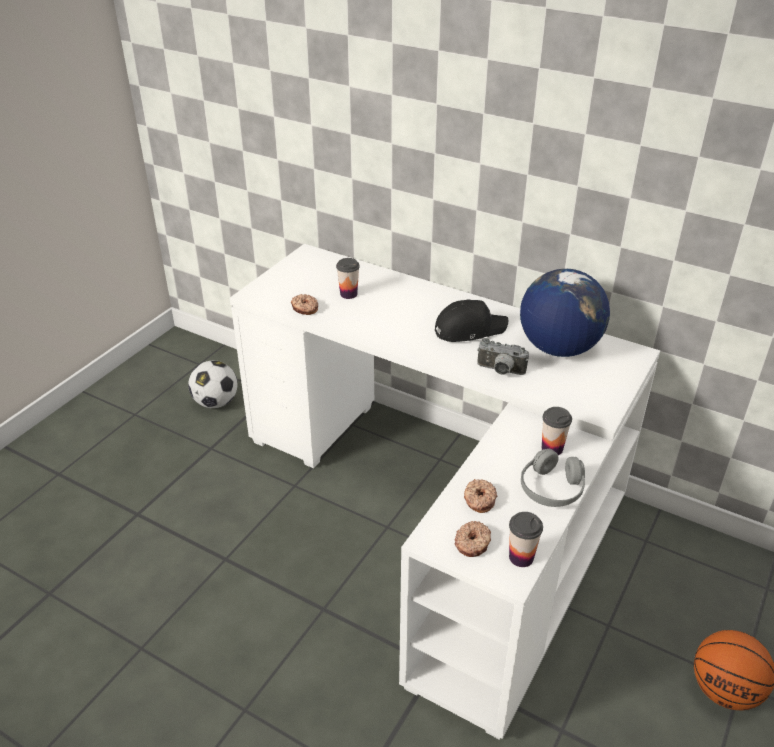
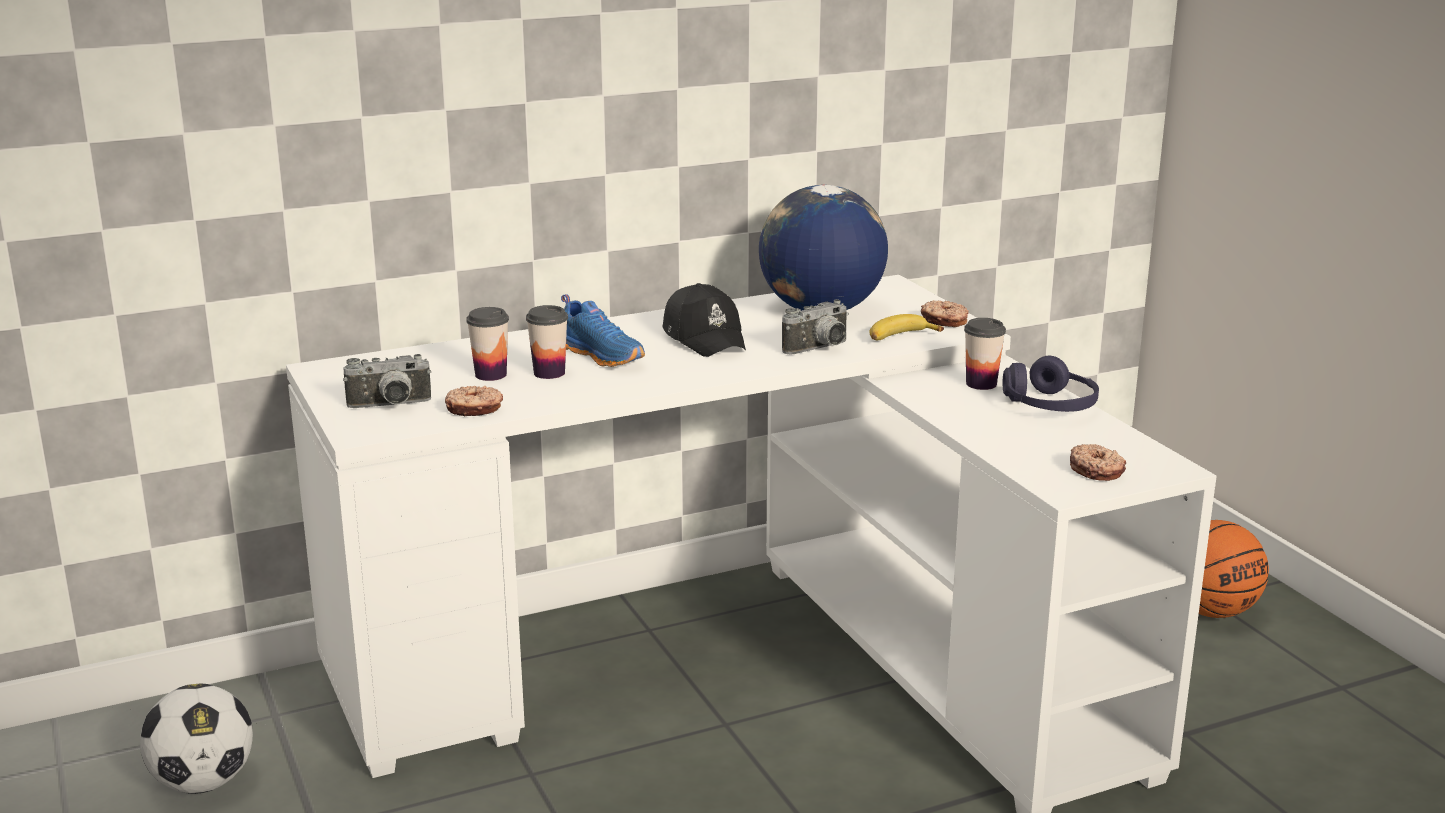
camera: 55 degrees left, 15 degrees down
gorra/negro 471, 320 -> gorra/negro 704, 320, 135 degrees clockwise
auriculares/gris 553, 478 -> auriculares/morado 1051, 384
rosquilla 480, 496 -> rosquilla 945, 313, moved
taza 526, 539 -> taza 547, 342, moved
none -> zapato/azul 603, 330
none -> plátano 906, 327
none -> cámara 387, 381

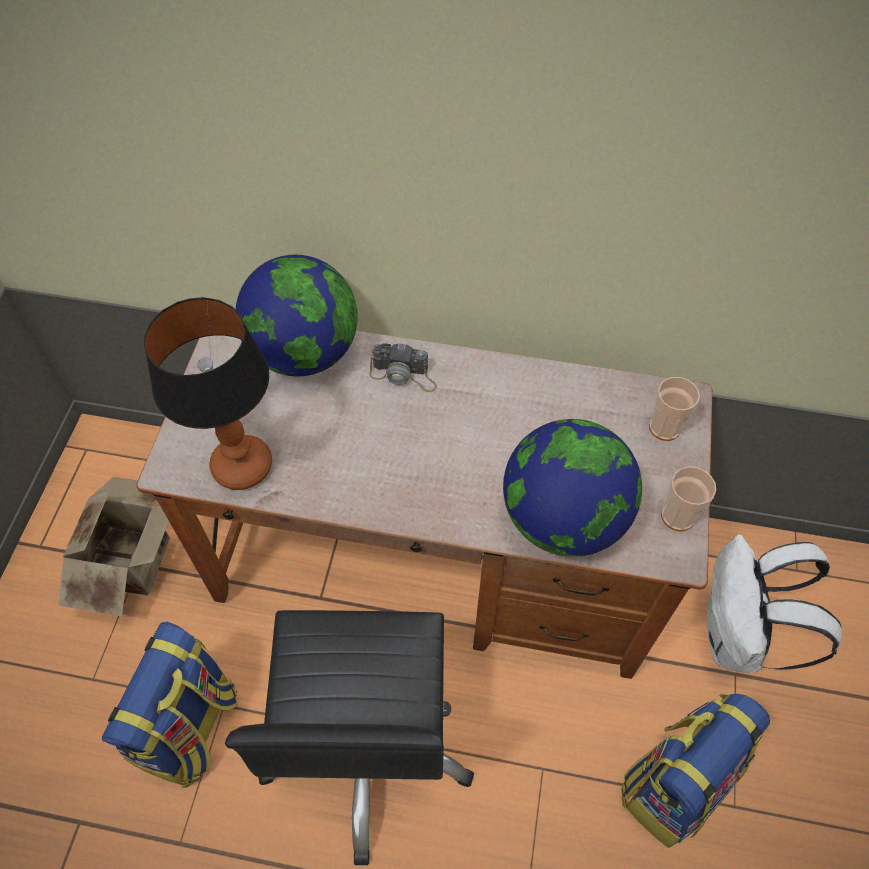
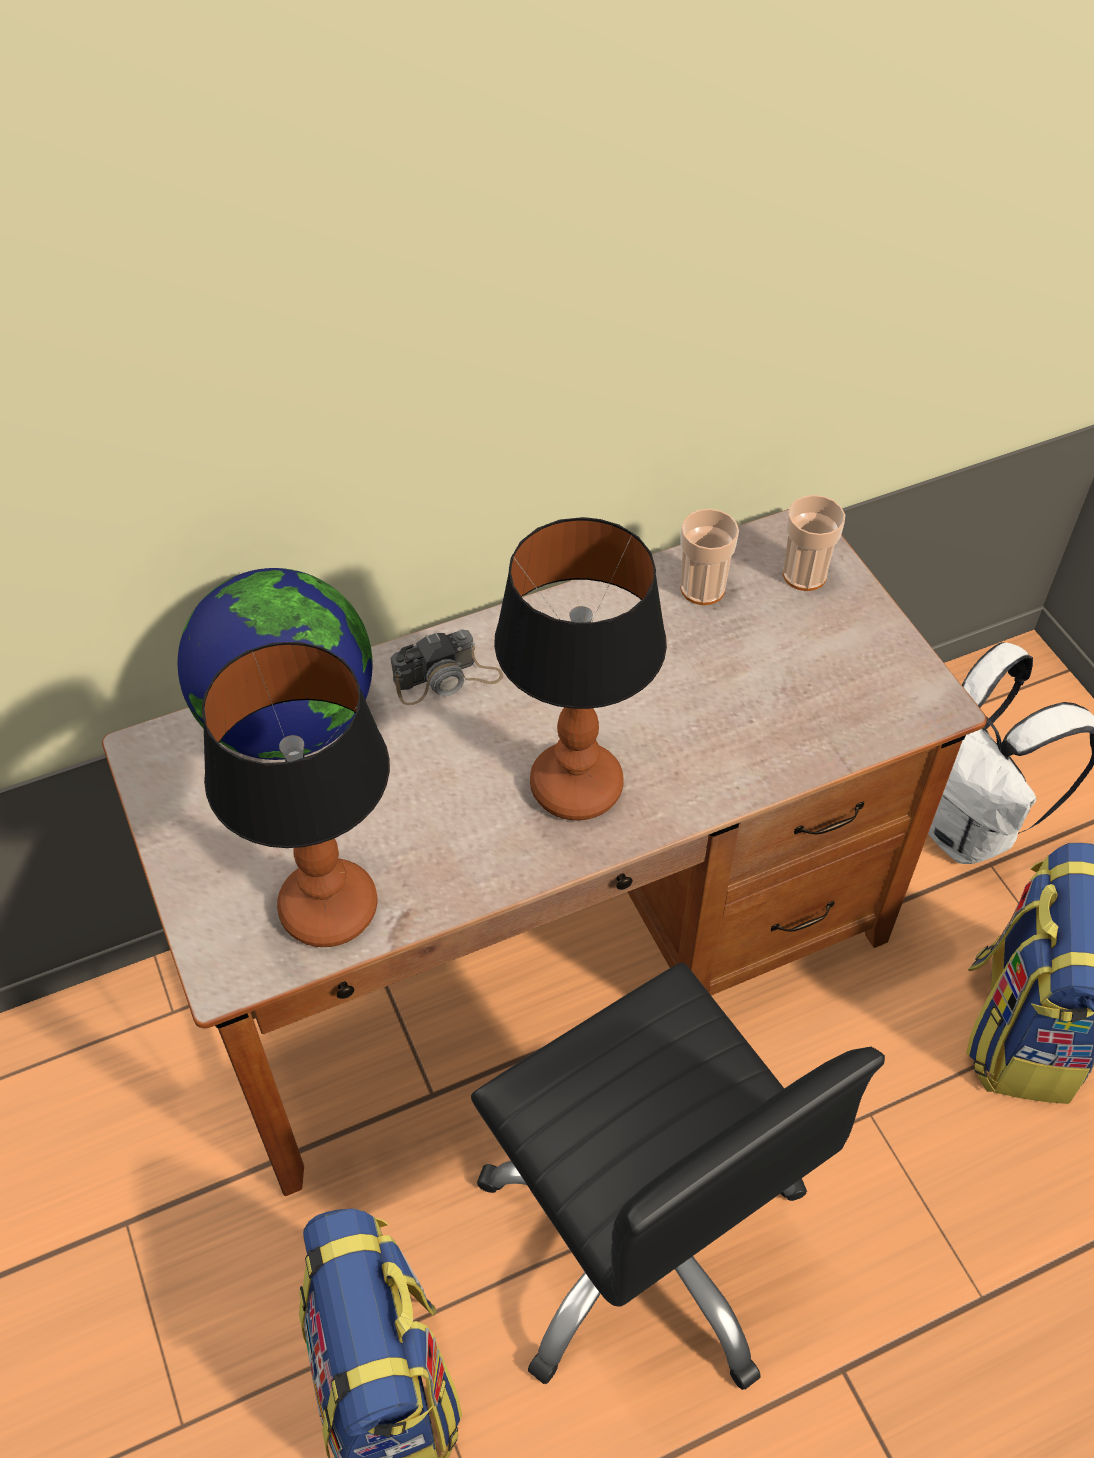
camera: 35 degrees left, 5 degrees down
globo terráqueo 572, 488 -> none
taza 688, 498 -> taza 709, 557, moved
caja de cartón 114, 546 -> none
none -> lámpara de mesa 580, 668

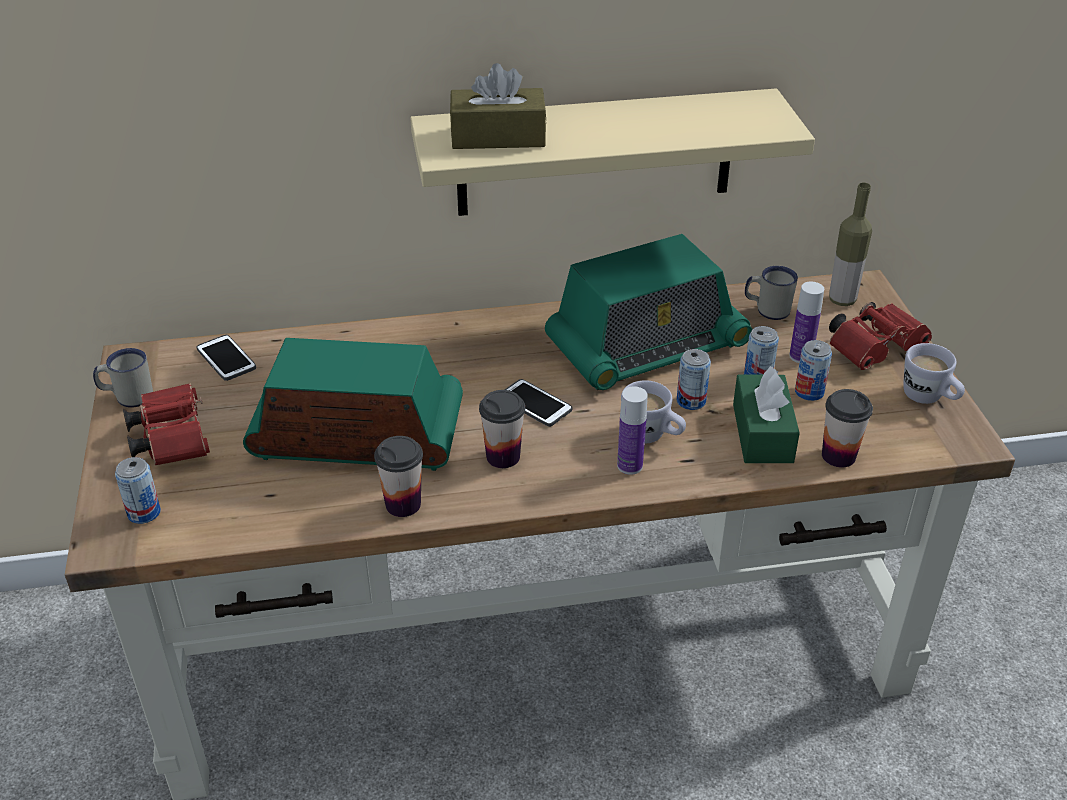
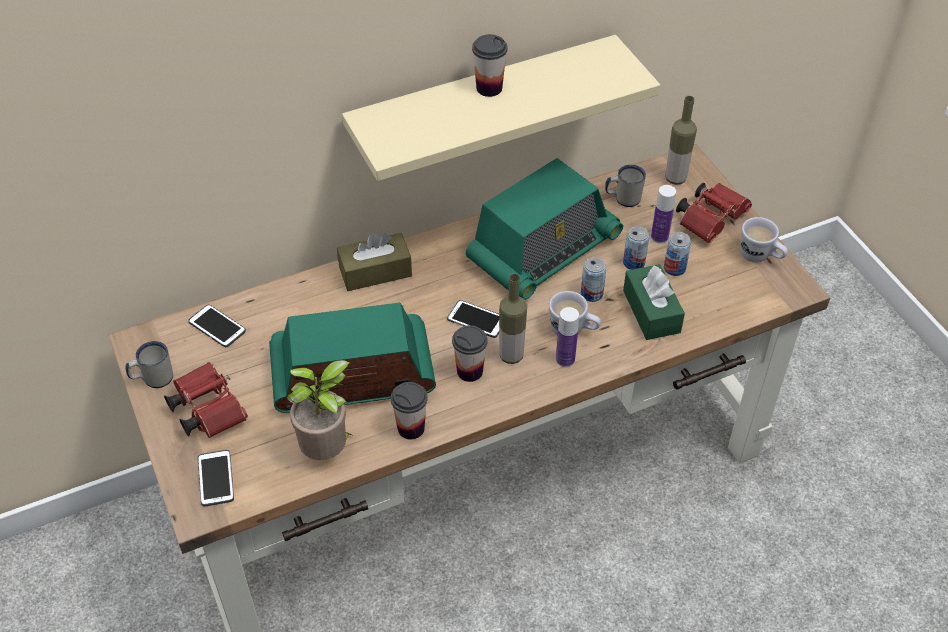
camera: 15 degrees left, 10 degrees up
caja de pañuelos/marrón 498, 106 -> caja de pañuelos/marrón 374, 262, moved
taza 847, 428 -> taza 490, 65, moved
lata 138, 490 -> móvil 216, 478
none -> botella 513, 319
none -> planta en maceta 320, 410

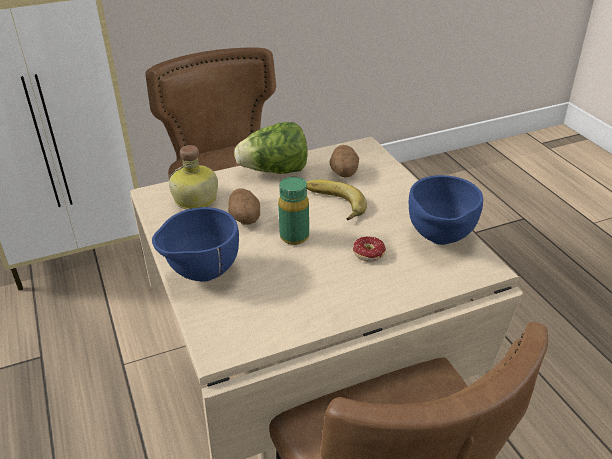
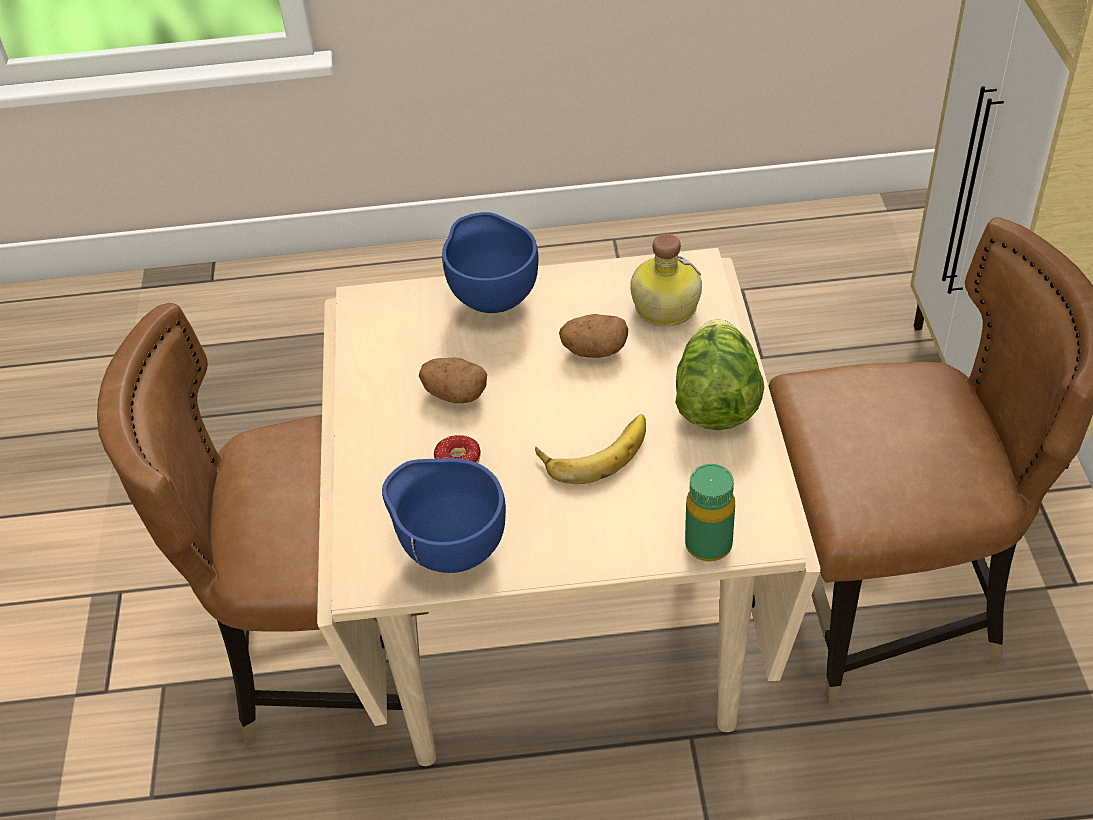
camera: 110 degrees right, 10 degrees up
patata 344, 161 -> patata 453, 380, moved
botella/verde 293, 211 -> botella/verde 710, 512, moved

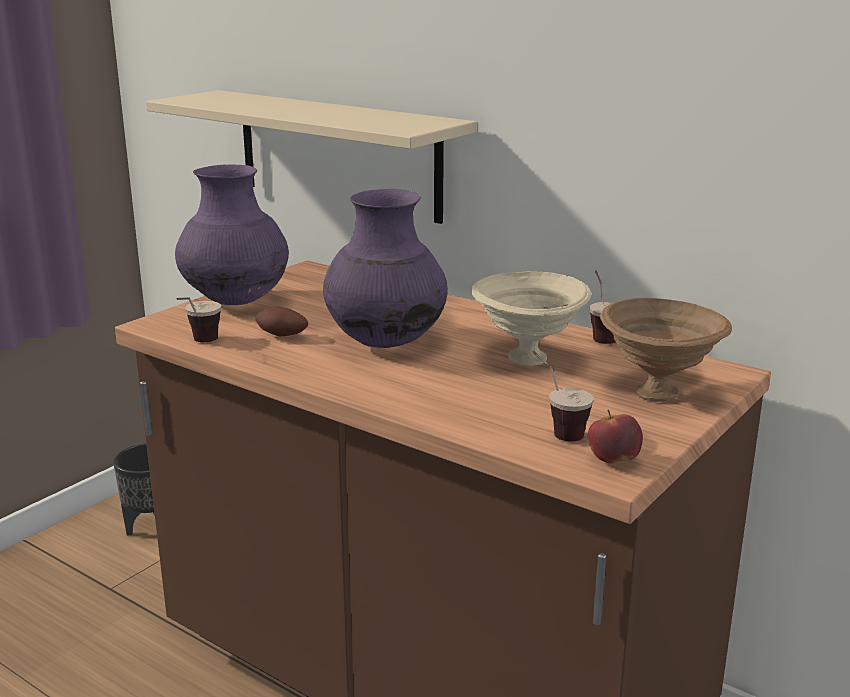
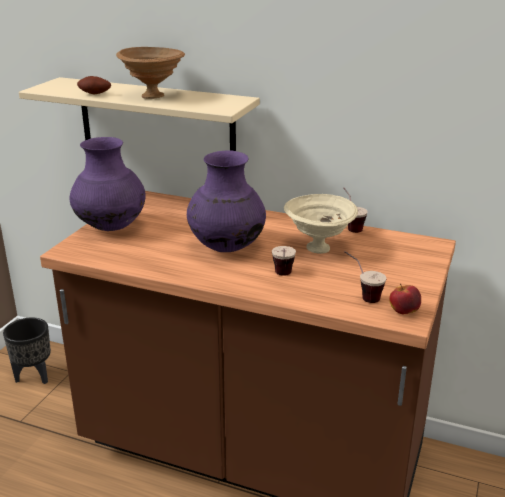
camera: 15 degrees left, 5 degrees up
taza 198, 319 -> taza 284, 261, moved
cuenco/marrón 666, 350 -> cuenco/marrón 150, 73, moved
patata 281, 321 -> patata 94, 85, moved

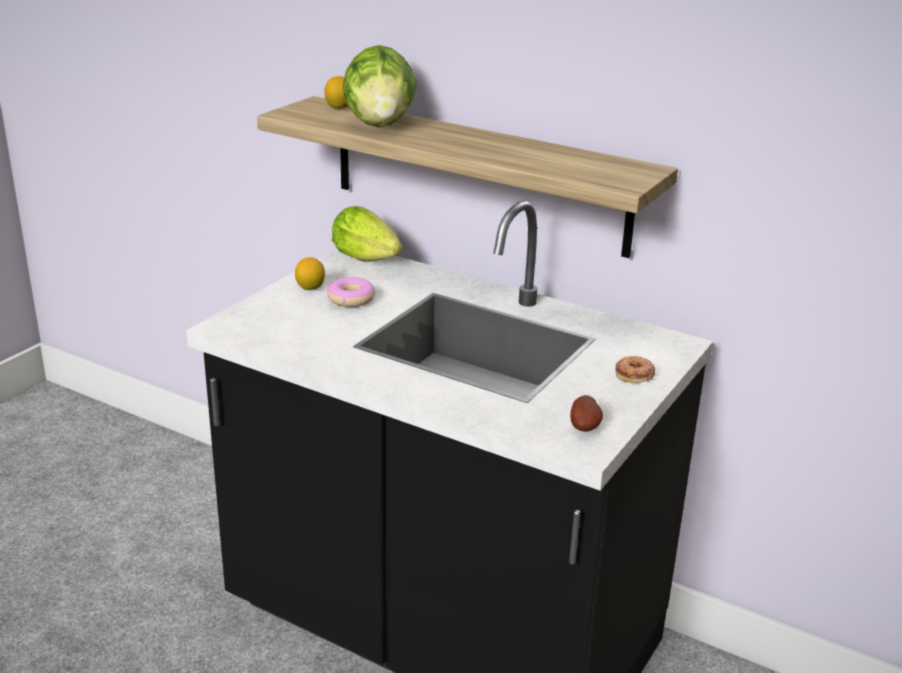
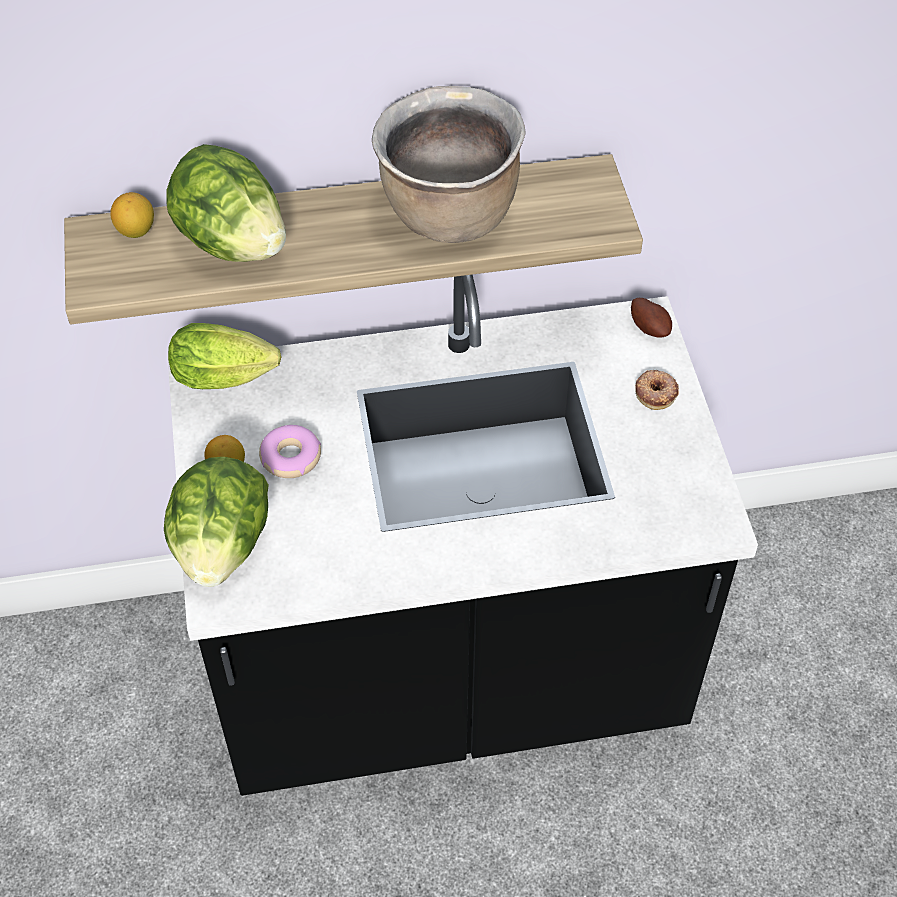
camera: 40 degrees left, 25 degrees up
patata 586, 413 -> patata 651, 318, moved
none -> olla/marrón 449, 164
none -> lechuga 216, 522

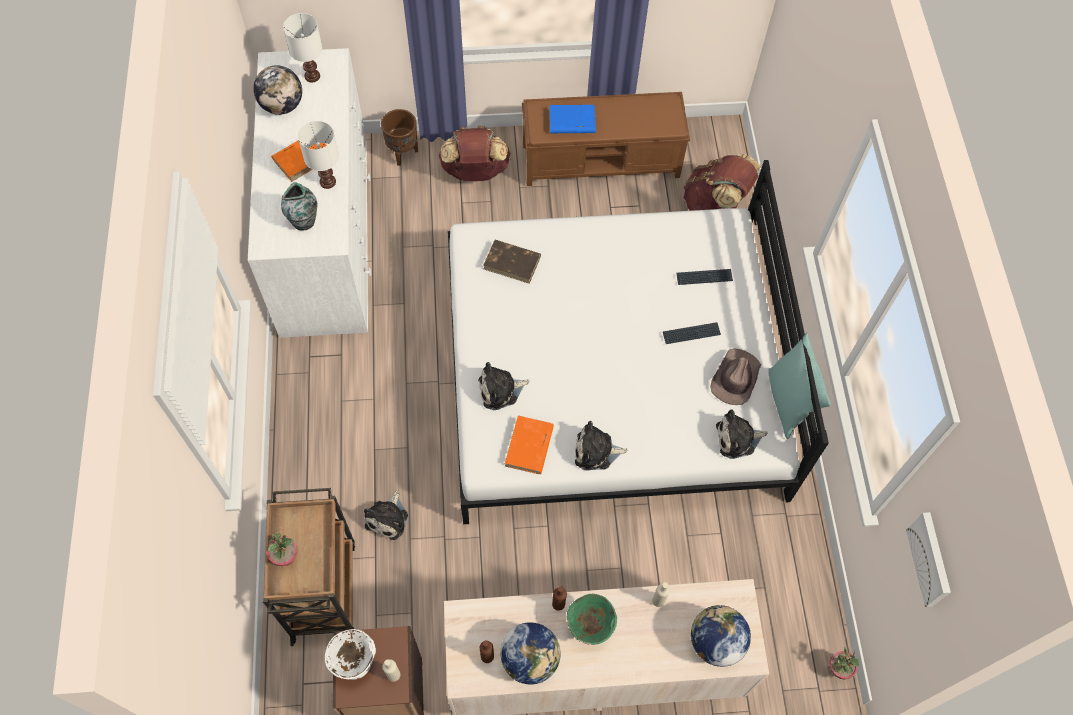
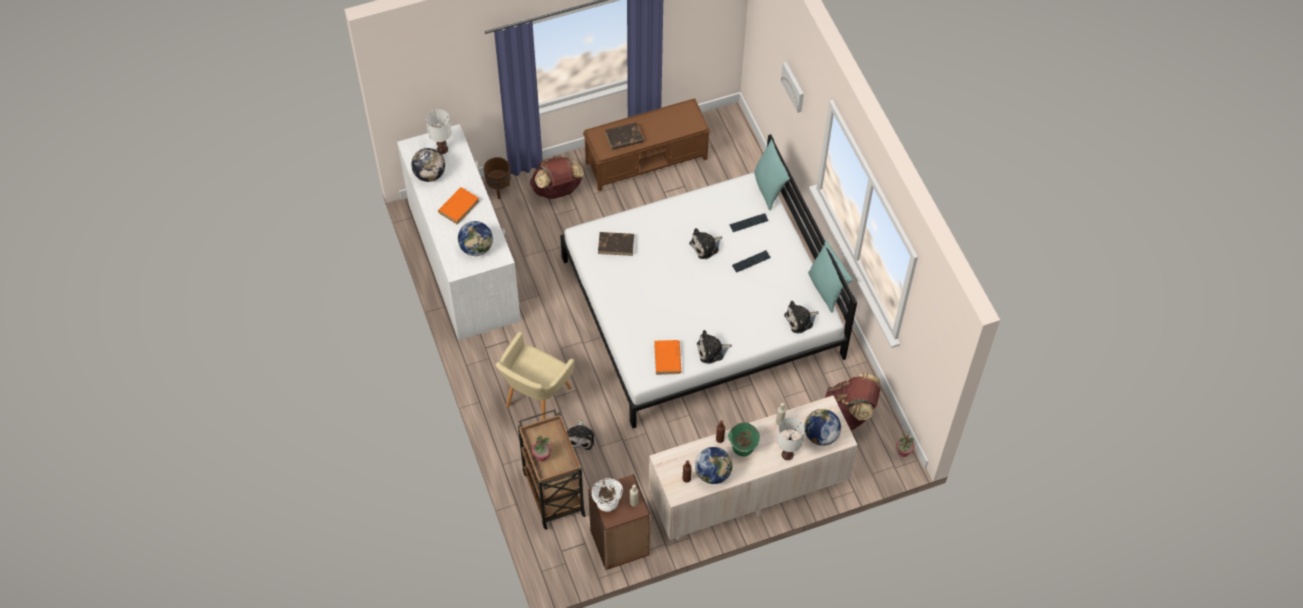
camera: 15 degrees left, 5 degrees down
libro/azul 572, 119 -> libro/marrón 624, 136
lámpara de mesa/blanco 318, 155 -> lámpara de mesa/blanco 791, 438, moved
mochila/marrón 722, 182 -> mochila/marrón 852, 401, moved
florero 299, 206 -> globo terráqueo 475, 238
sombrero/marrón 735, 377 -> none
peluche 503, 386 -> peluche 705, 243, moved
cuadro 928, 559 -> cuadro 792, 87, moved
none -> cojín/turquesa 772, 174
none -> sillón/beis 534, 376

